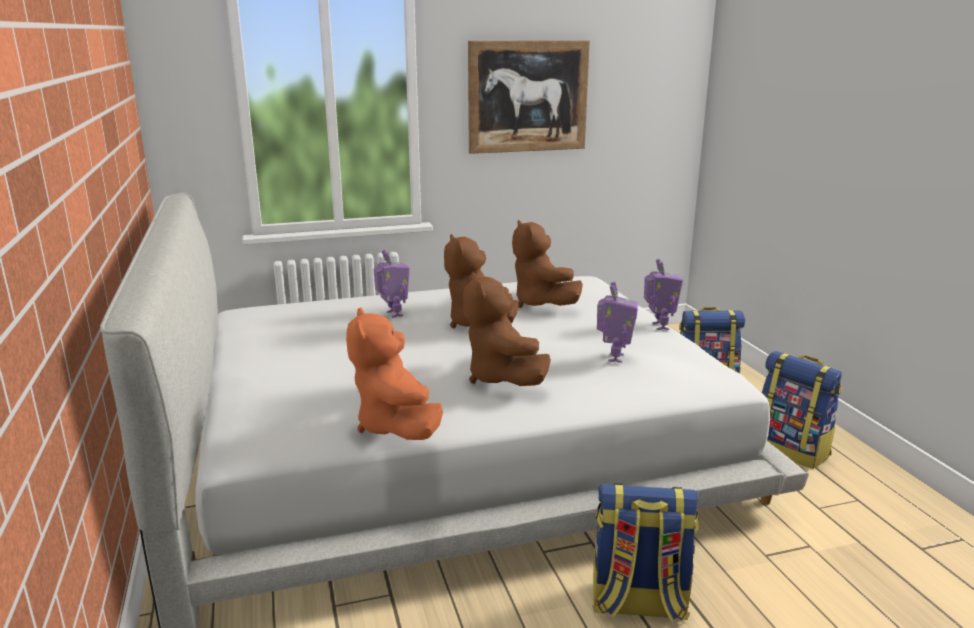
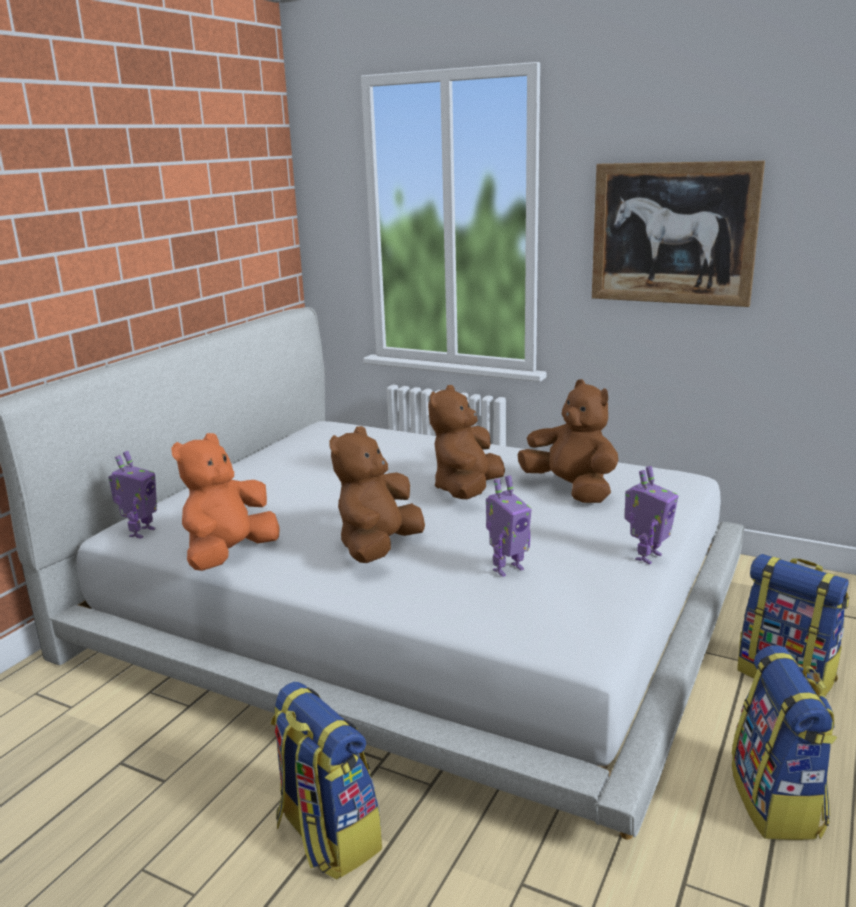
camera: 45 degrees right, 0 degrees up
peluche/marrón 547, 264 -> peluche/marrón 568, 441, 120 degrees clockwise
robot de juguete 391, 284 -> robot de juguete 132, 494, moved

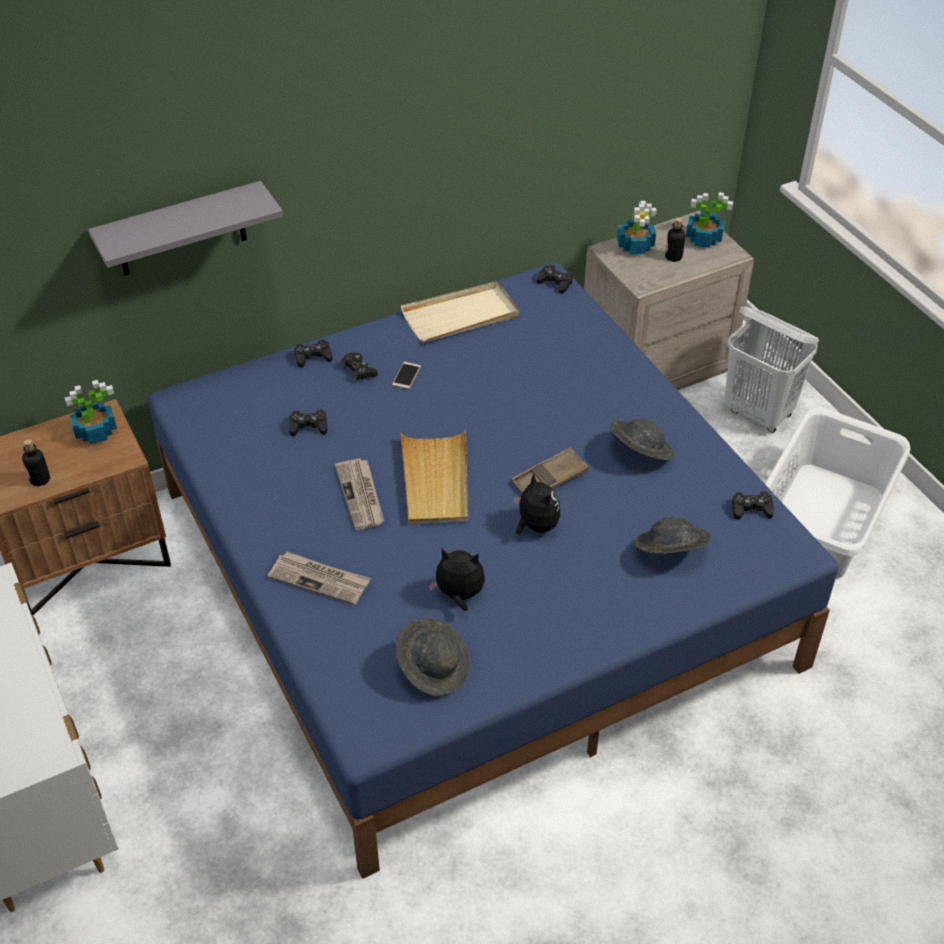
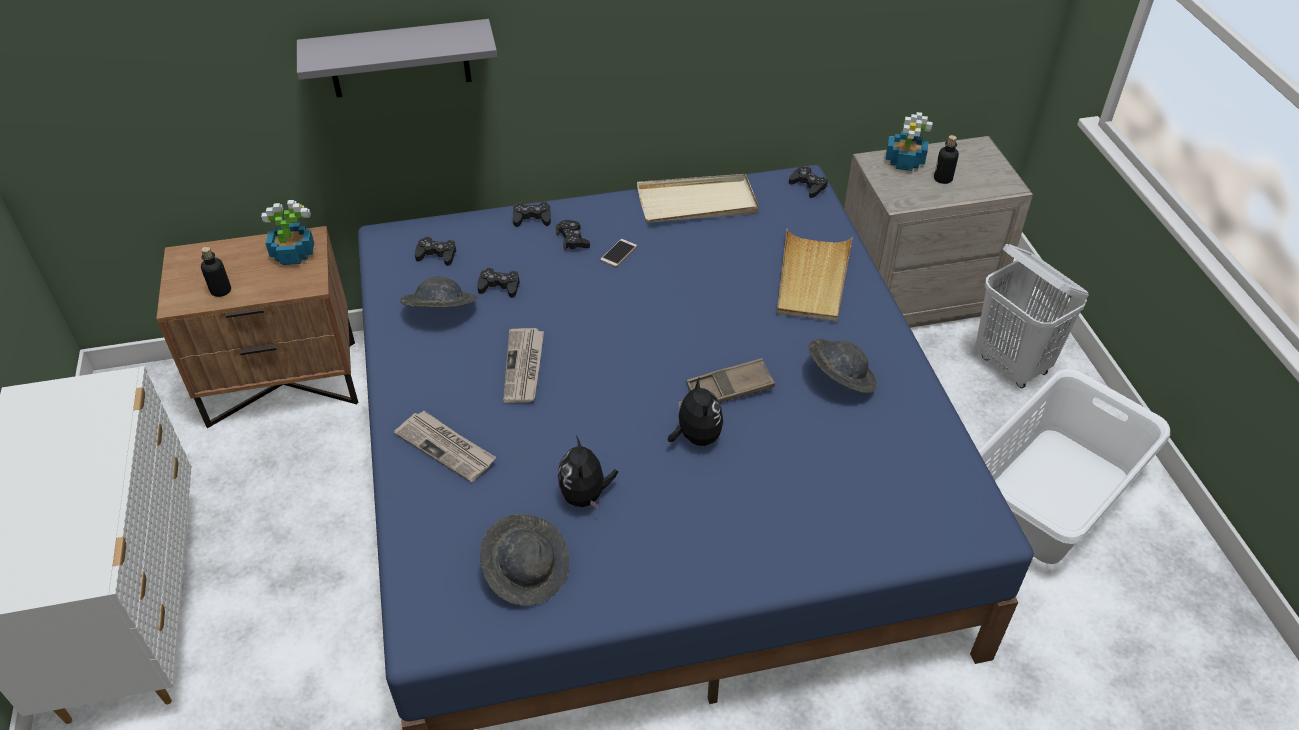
camera: 15 degrees right, 0 degrees up
planta en maceta 709, 220 -> none
bandeja/beis 434, 477 -> bandeja/beis 815, 275, moved
mando de consola/negro 753, 505 -> mando de consola/negro 435, 251, moved
sombrero/gris 673, 535 -> sombrero/gris 438, 292, moved
peluche 457, 580 -> peluche 587, 472, 120 degrees counterclockwise

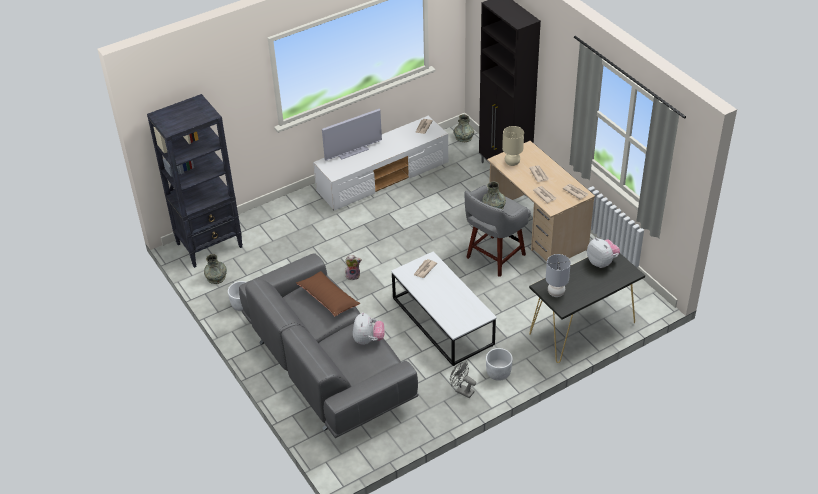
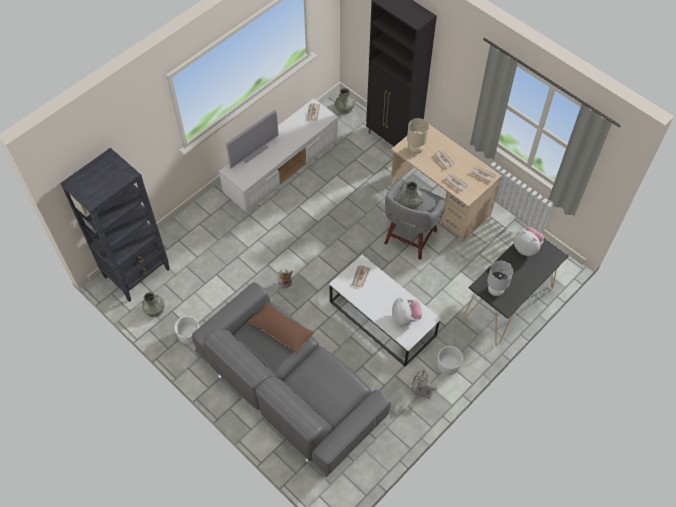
camera: 15 degrees left, 15 degrees up
peluche 369, 328 -> peluche 407, 311, moved

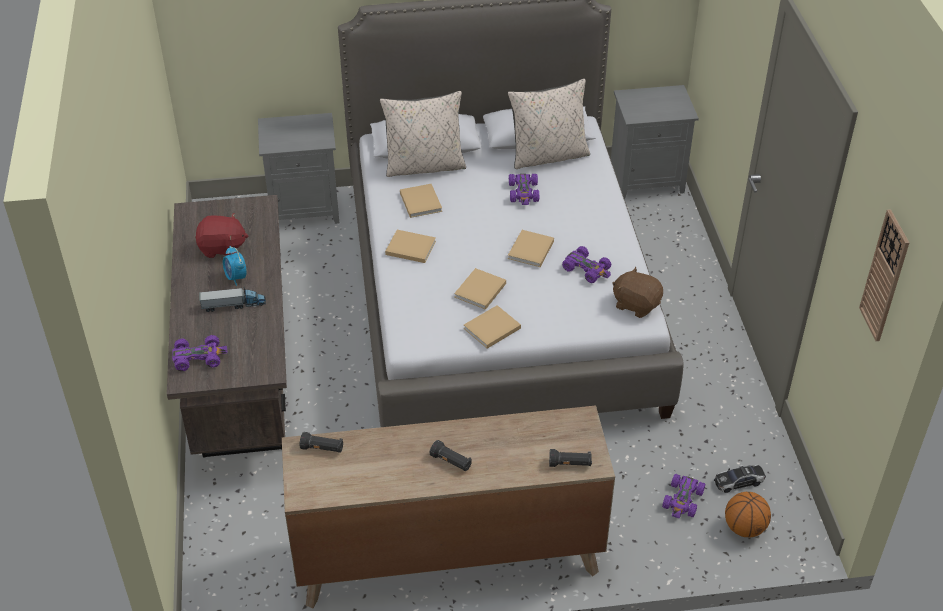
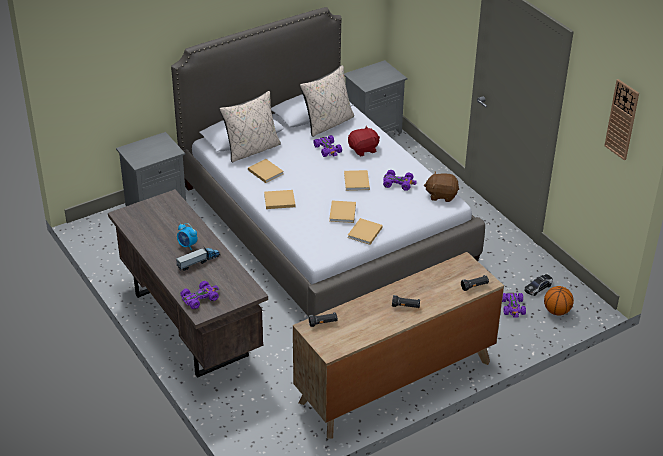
camera: 25 degrees left, 5 degrees down
peluche/rojo 221, 235 -> peluche/rojo 364, 141, moved

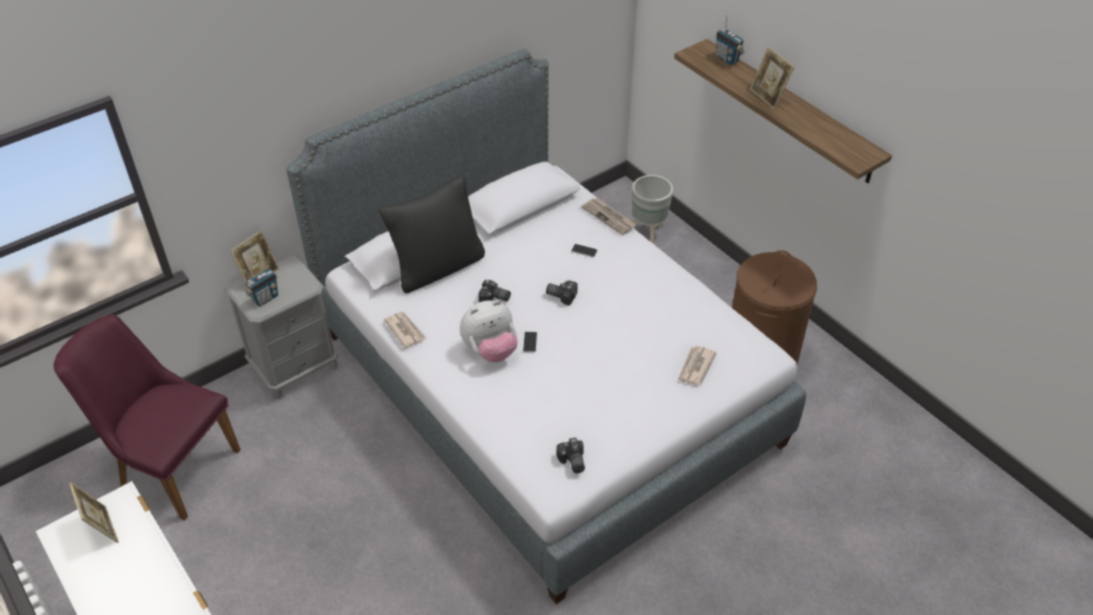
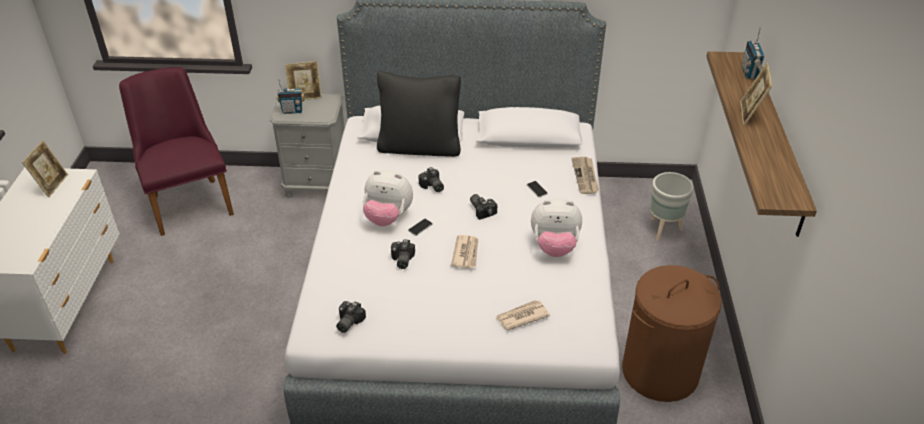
camera: 40 degrees right, 5 degrees down
periódico 405, 330 -> periódico 464, 251, moved
none -> peluche 556, 227
none -> cámara 403, 254

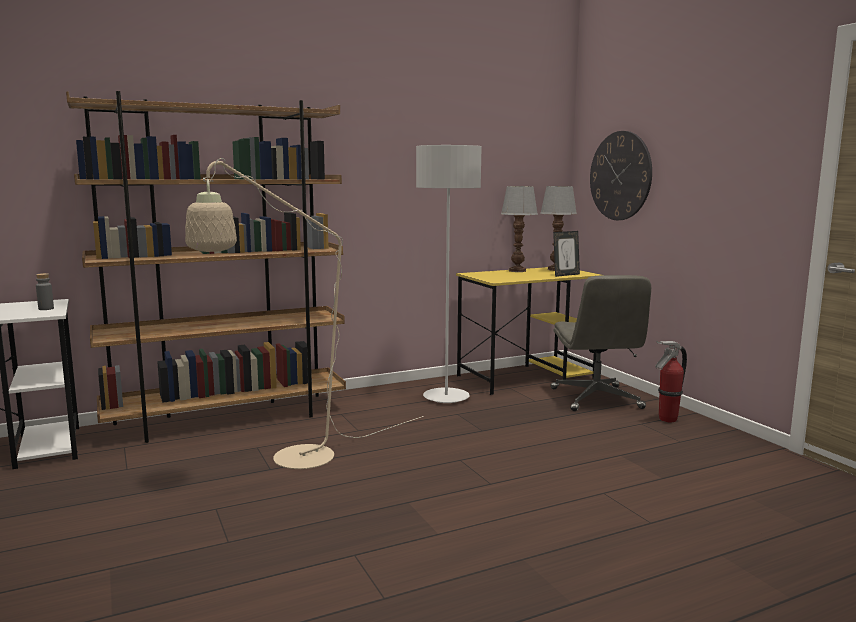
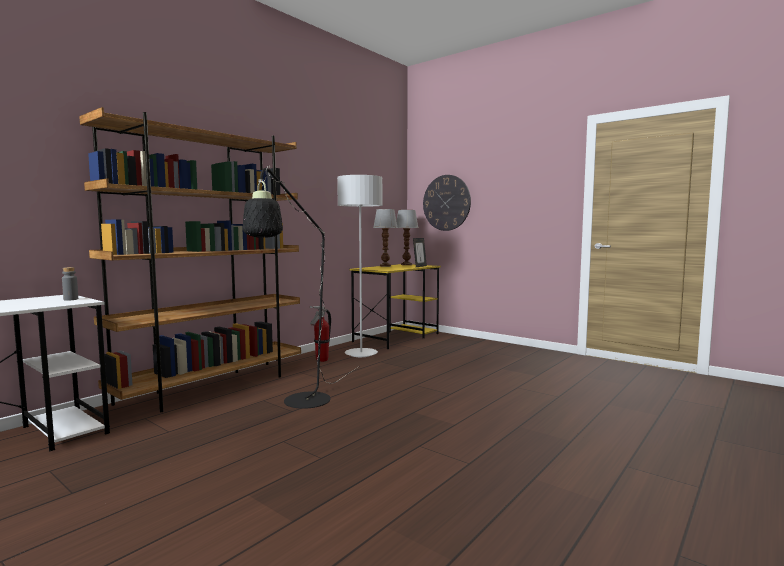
camera: 25 degrees left, 5 degrees down
lámpara de pie/beis 304, 313 -> lámpara de pie/negro 301, 287
silla de oficina/gris 601, 343 -> none
extintor 671, 381 -> extintor 320, 334, moved

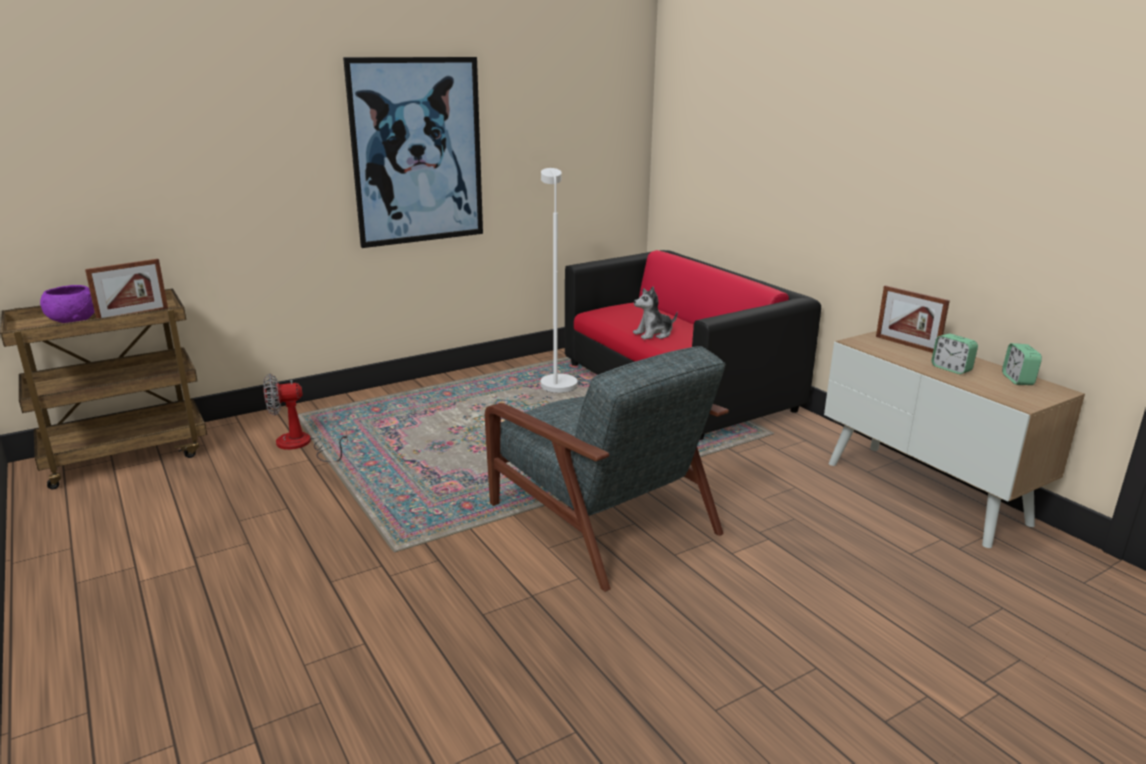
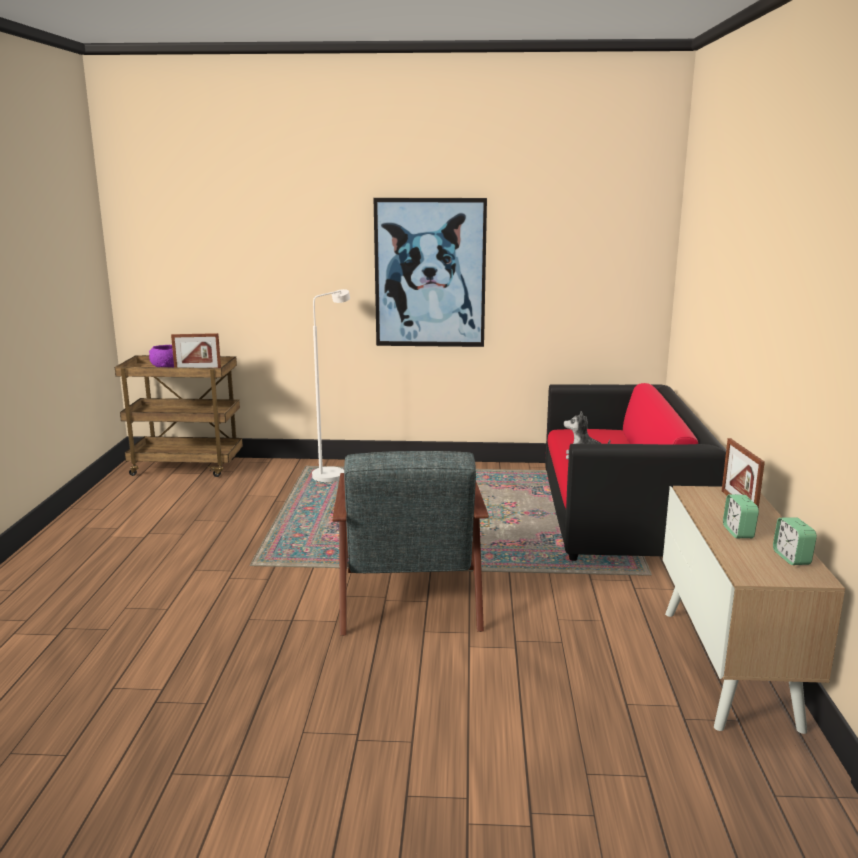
camera: 35 degrees right, 5 degrees down
lámpara de pie/blanco 559, 280 -> lámpara de pie/blanco 331, 385, moved
despertador 1022, 364 -> despertador 795, 541, 45 degrees counterclockwise
ventilador 305, 418 -> none

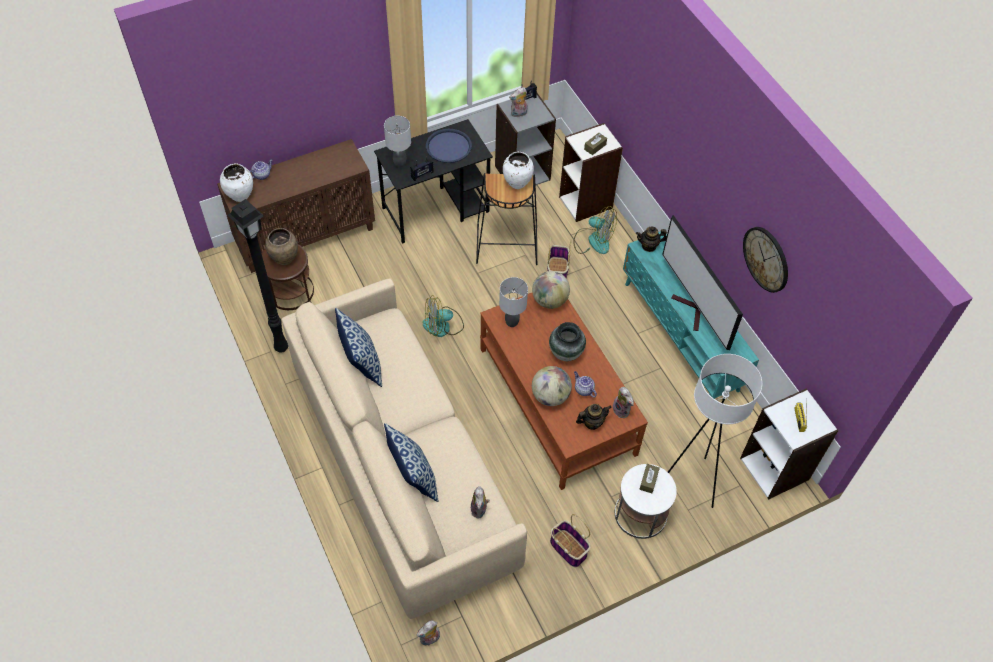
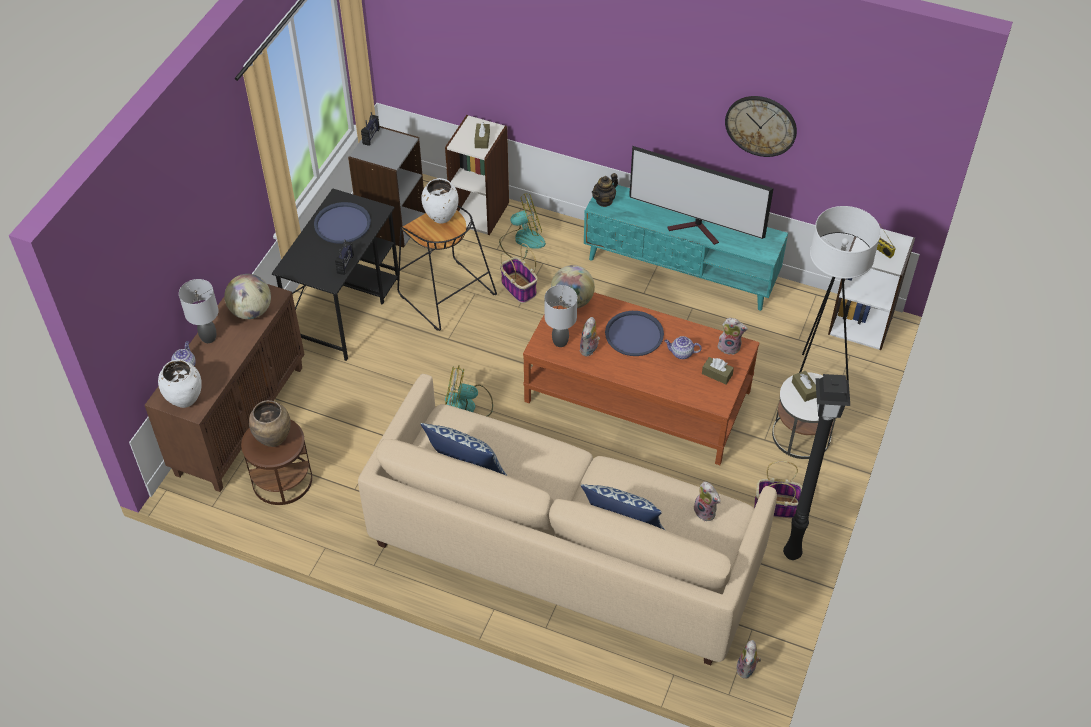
camera: 40 degrees left, 5 degrees down
peluche 518, 102 -> peluche 589, 337, moved
lámpara de mesa/gris 397, 141 -> lámpara de mesa/gris 199, 311, moved
lámpara de pie/negro 258, 275 -> lámpara de pie/negro 816, 467, moved
ventilador 443, 316 -> ventilador 469, 391, 60 degrees clockwise
florero 567, 341 -> bandeja/azul 634, 333
globo terráqueo 552, 386 -> globo terráqueo 247, 296, moved
tetera 594, 417 -> caja de pañuelos/marrón 718, 371

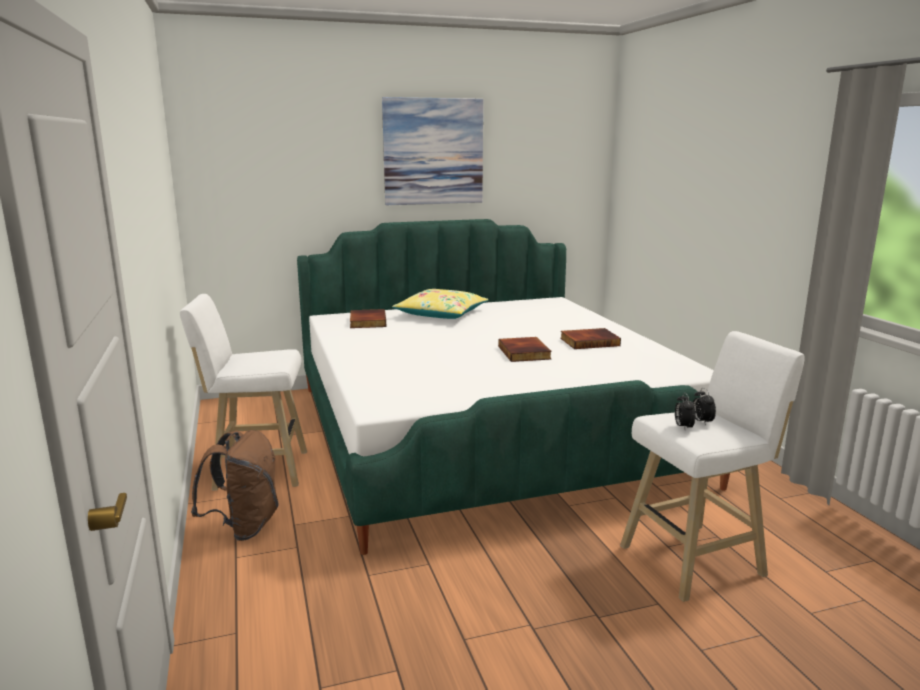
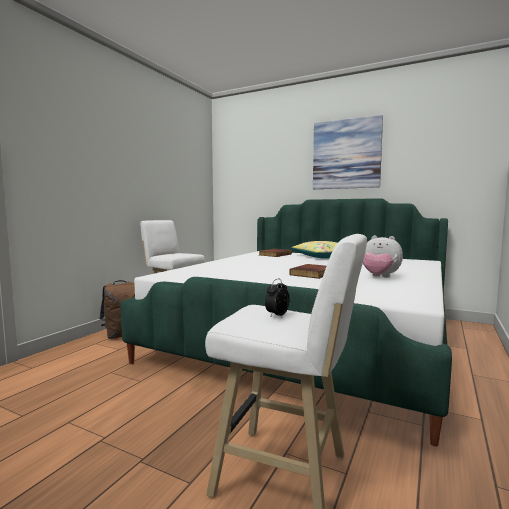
camera: 45 degrees right, 10 degrees down
libro 590, 338 -> peluche 383, 256
despertador 685, 411 -> none

